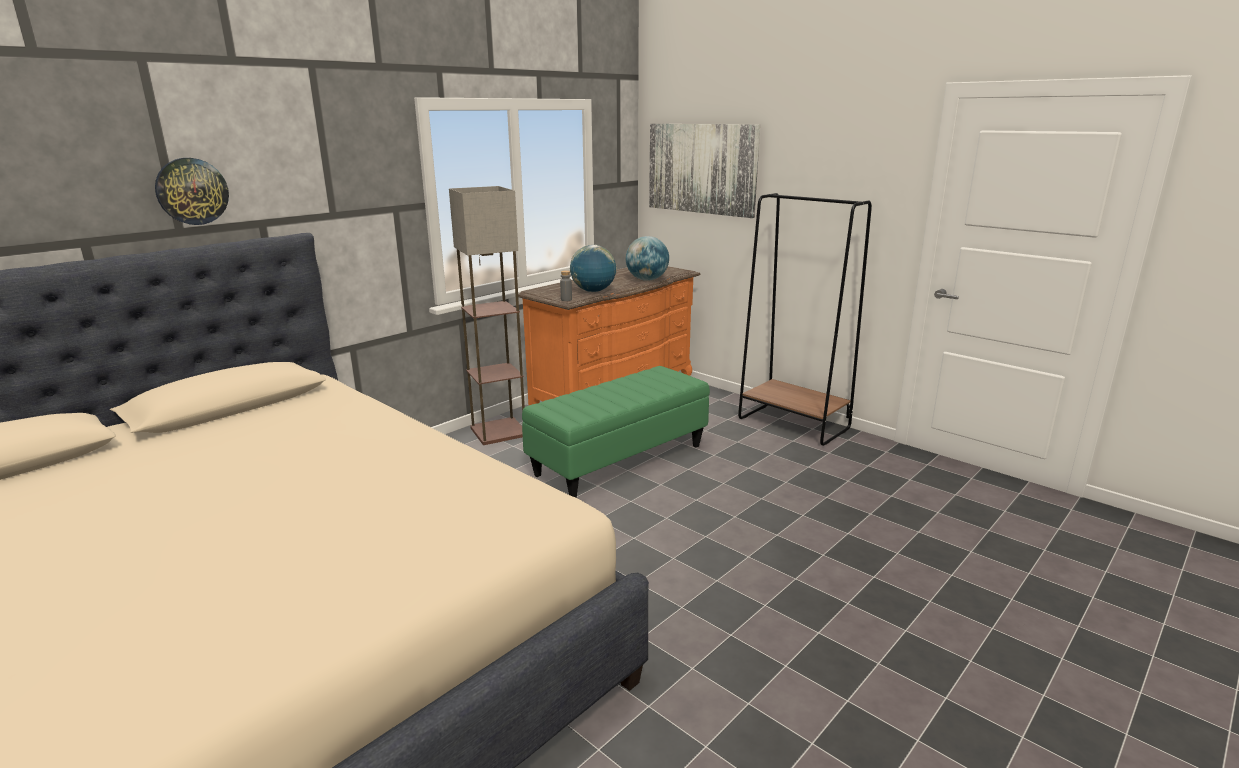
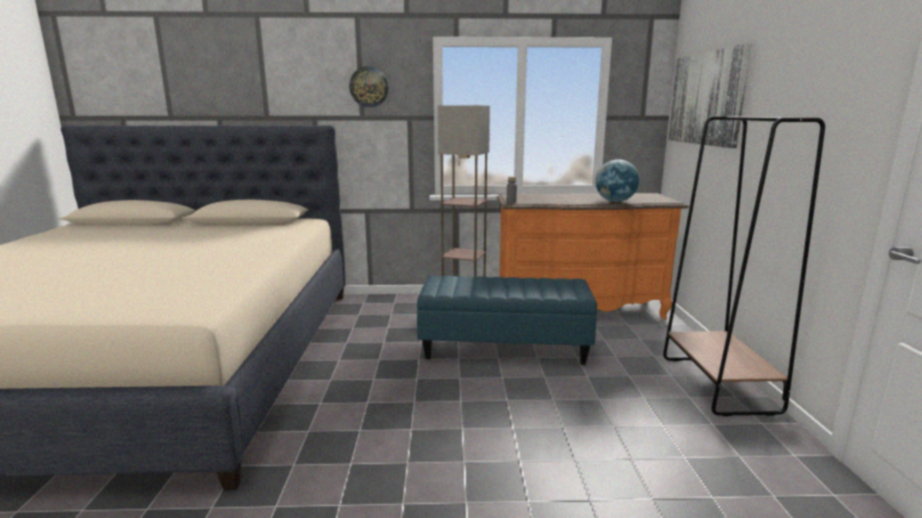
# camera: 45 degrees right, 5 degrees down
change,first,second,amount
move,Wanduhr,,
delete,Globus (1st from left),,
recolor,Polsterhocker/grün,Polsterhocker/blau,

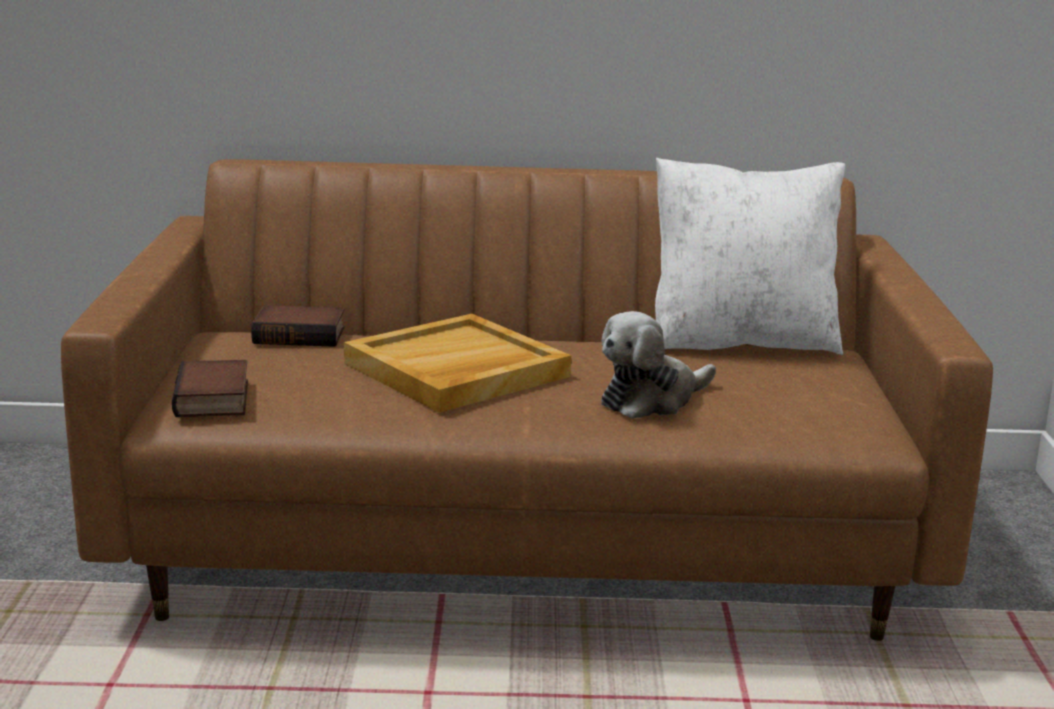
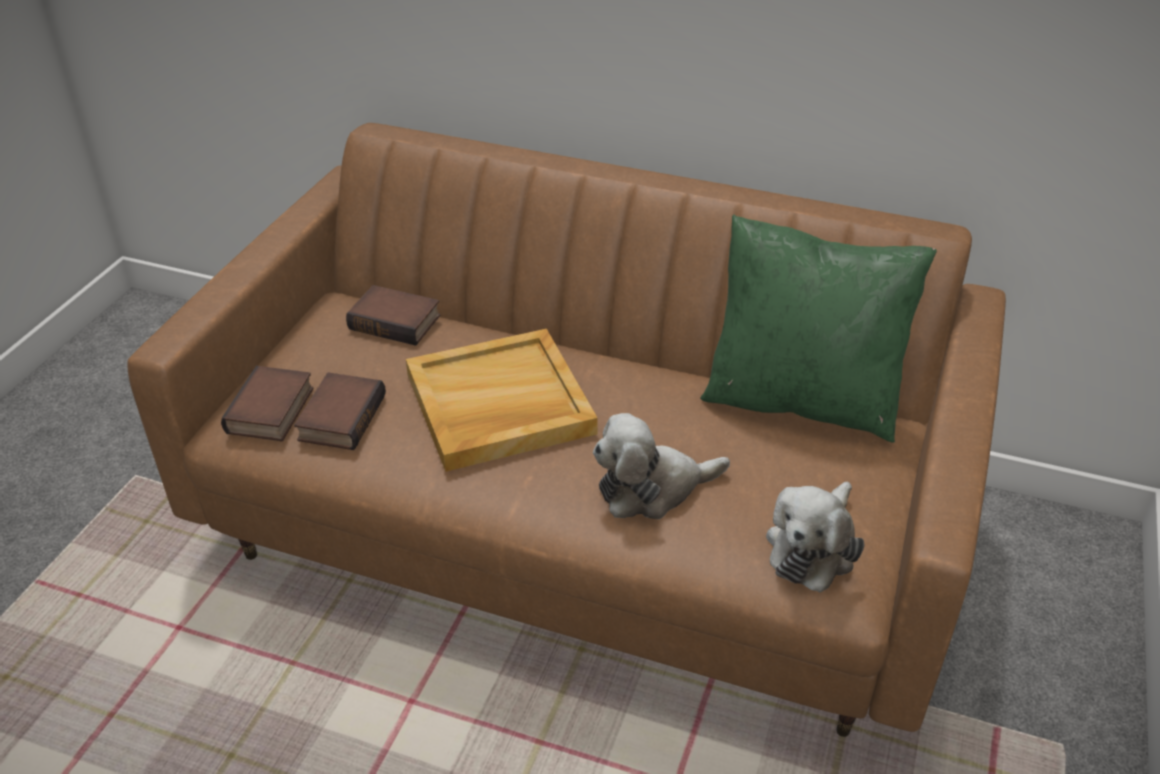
# camera: 20 degrees right, 20 degrees up
change,first,second,amount
recolor,Kissen/weiß,Kissen/grün,
insert,,Buch (2nd from left),
insert,,Plüschtier (2nd from left),

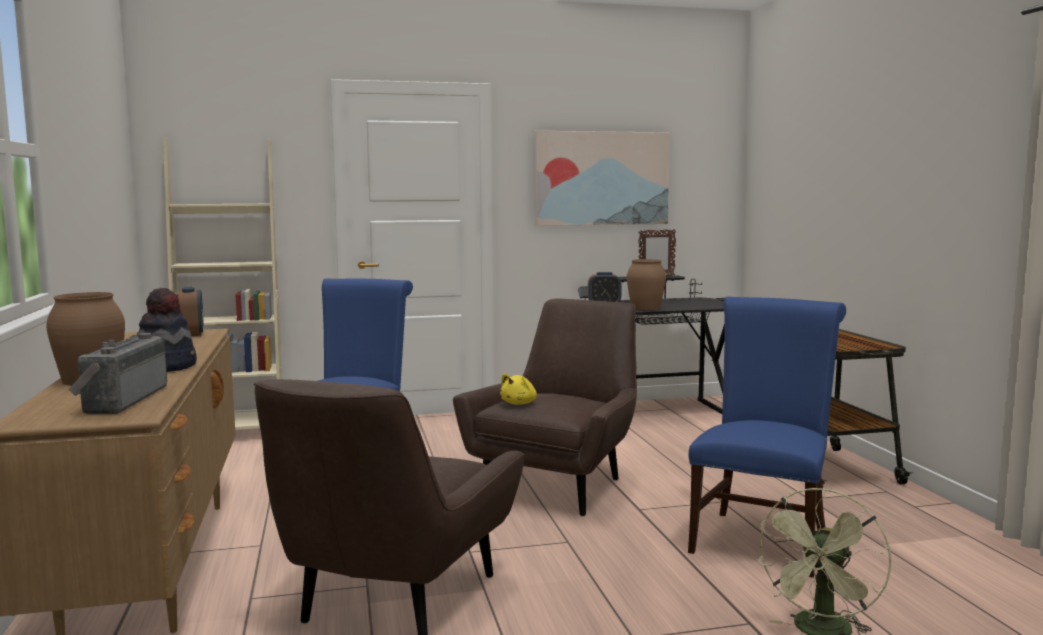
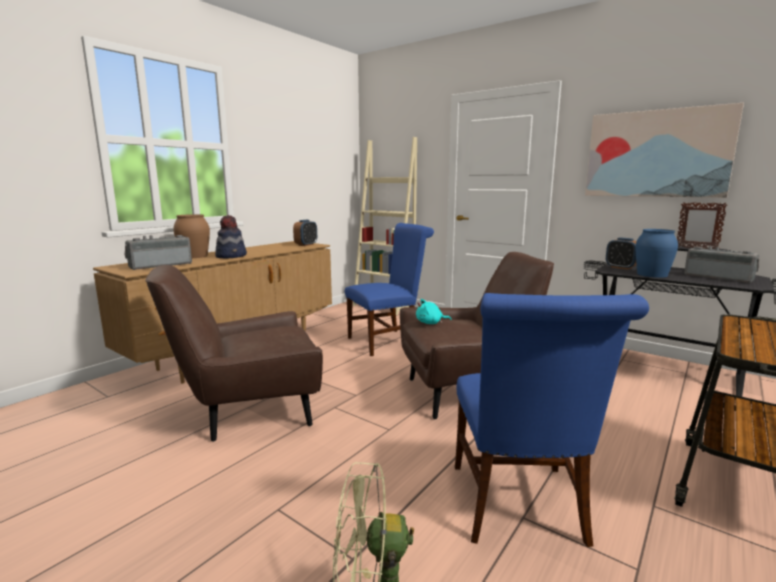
# camera: 50 degrees right, 5 degrees up
change,first,second,amount
recolor,Vase/braun (2nd from left),Vase/blau,
rotate,Stuhl/blau (2nd from left),,105 degrees clockwise
recolor,Plüschtier/gelb,Plüschtier/türkis,
insert,,Radio (2nd from left),

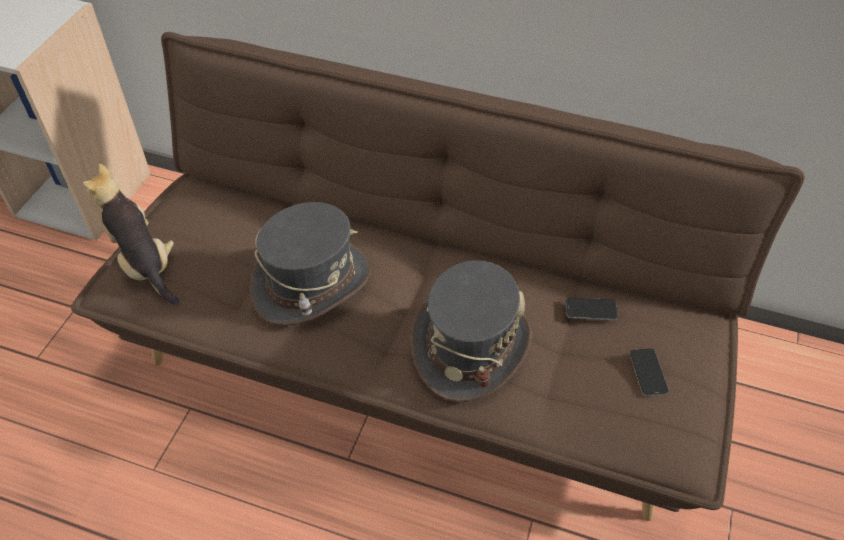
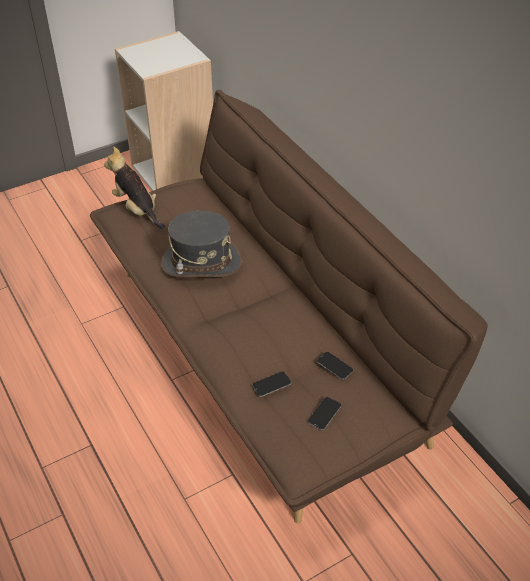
# camera: 40 degrees right, 5 degrees down
change,first,second,amount
rotate,Plüschtier,,45 degrees counterclockwise
delete,Hut/grau (2nd from left),,
insert,,Handy (1st from left),

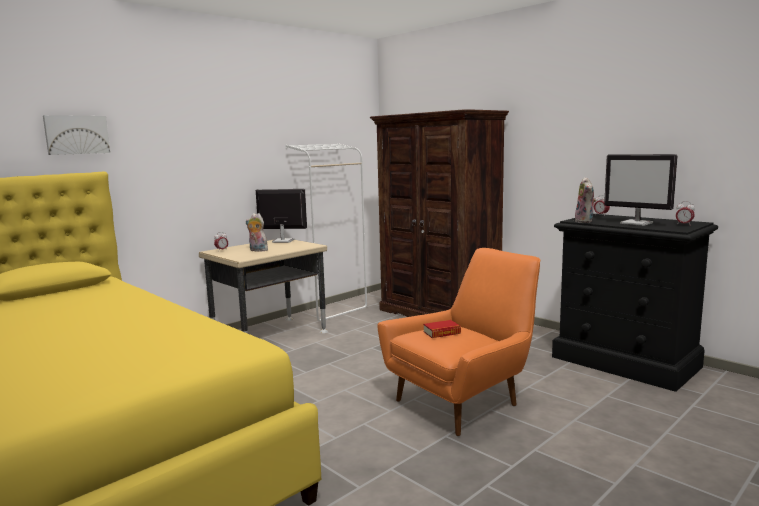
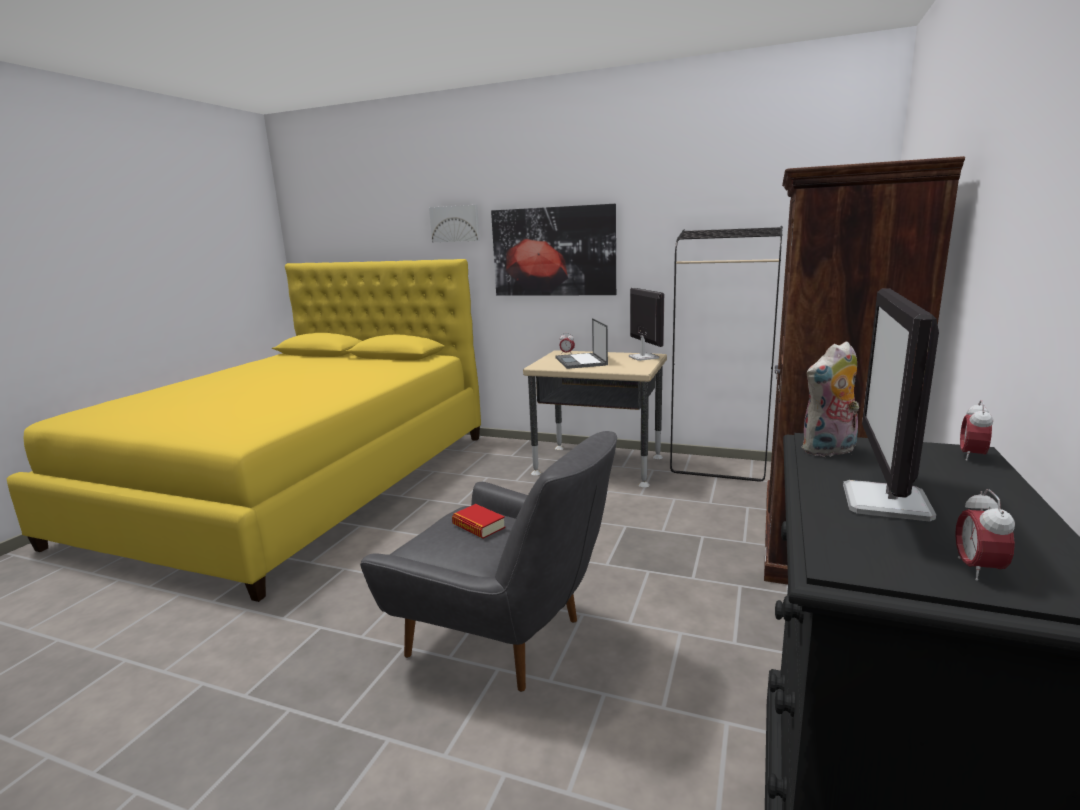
# camera: 65 degrees right, 5 degrees up
change,first,second,amount
recolor,Kleiderständer/weiß,Kleiderständer/schwarz,
replace,Plüschtier (1st from left),Laptop,
recolor,Sessel/orange,Sessel/grau,
insert,,Bild (2nd from left),

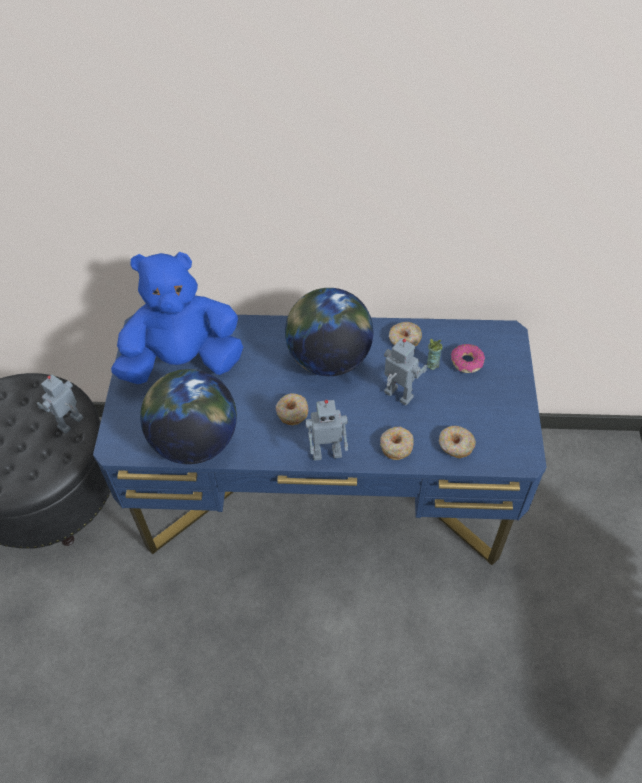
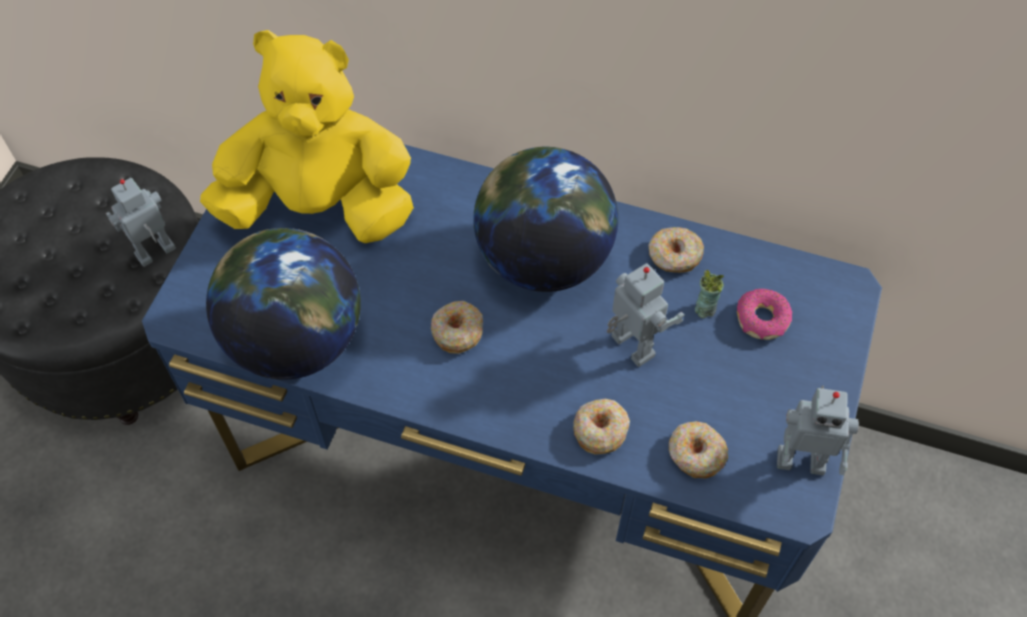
# camera: 15 degrees right, 5 degrees up
change,first,second,amount
recolor,Plüschtier/blau,Plüschtier/gelb,
move,Spielzeugroboter (2nd from left in the first image),Spielzeugroboter (3rd from left),

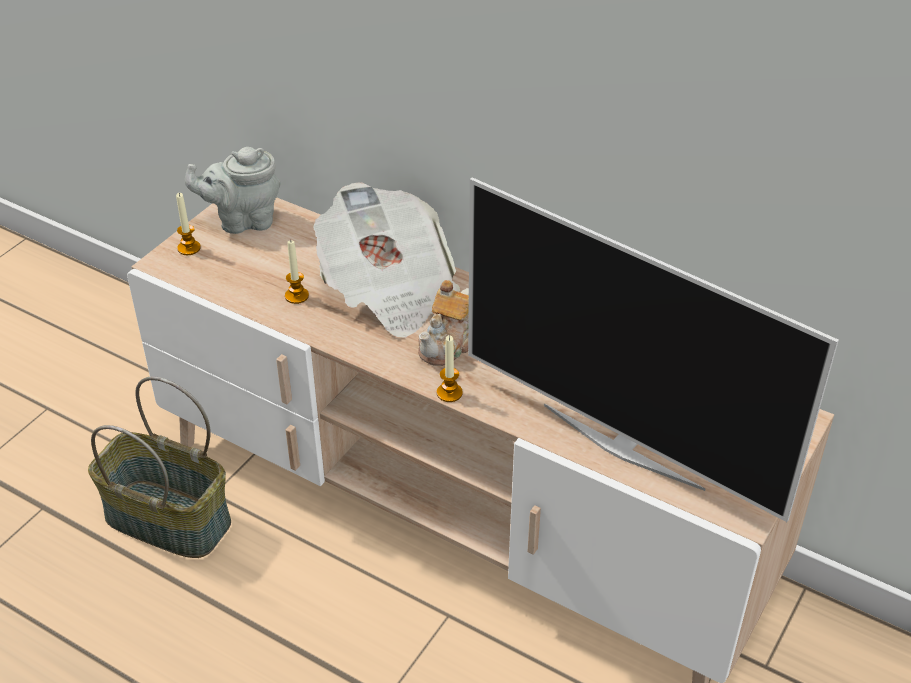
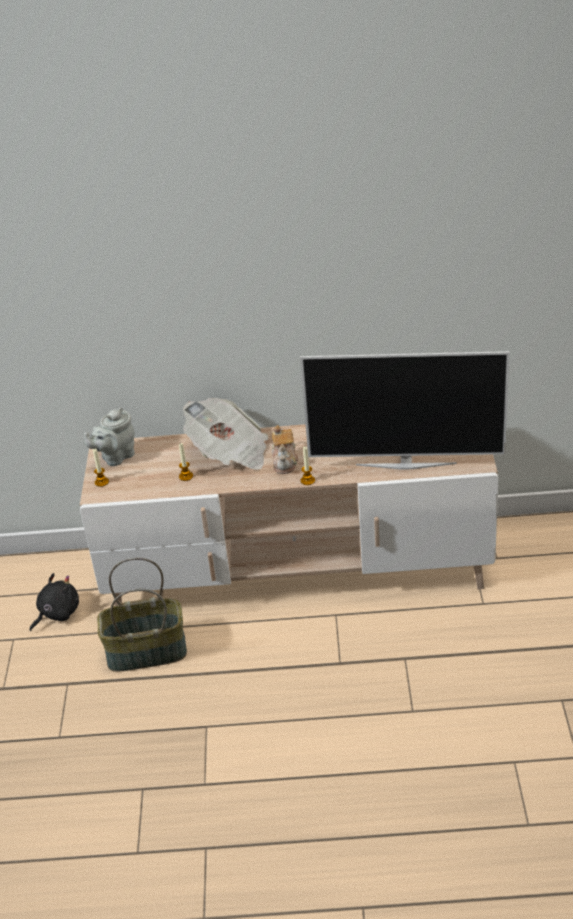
# camera: 30 degrees left, 5 degrees down
change,first,second,amount
insert,,Plüschtier/schwarz,

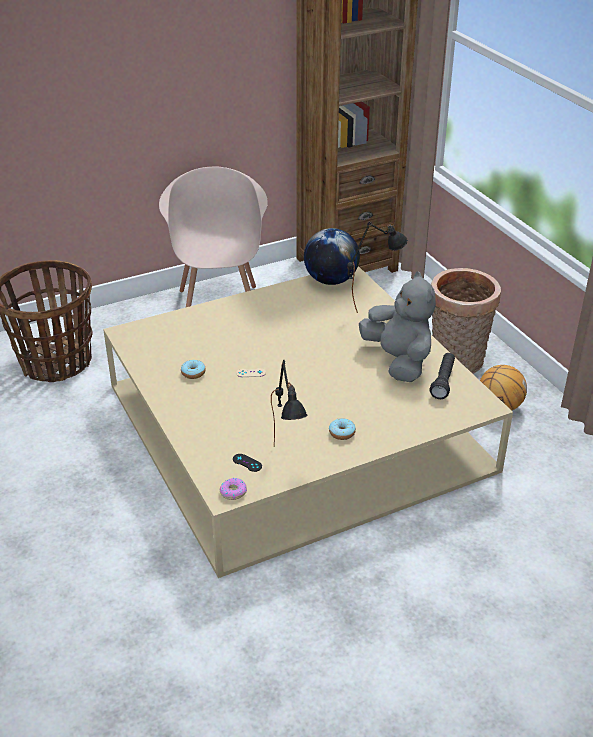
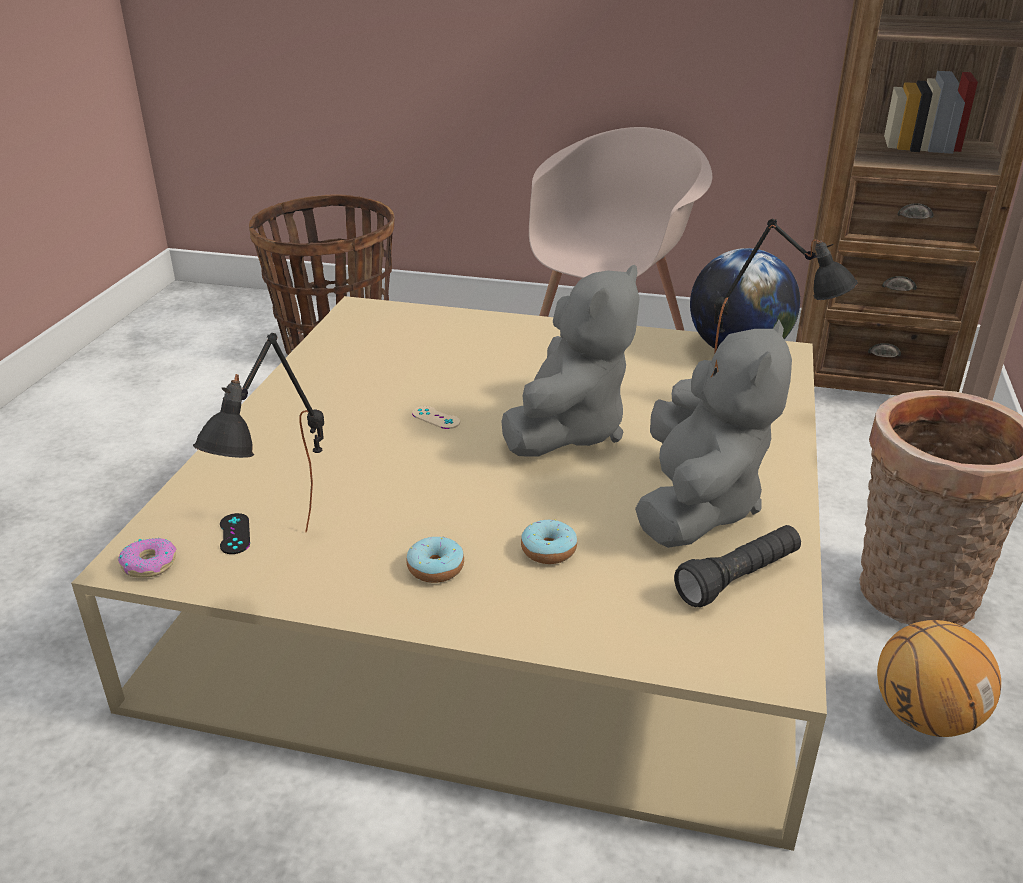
# camera: 40 degrees right, 5 degrees down
change,first,second,amount
move,Donut (1st from left in the first image),Donut (3rd from left),
insert,,Plüschtier/grau (1st from left),

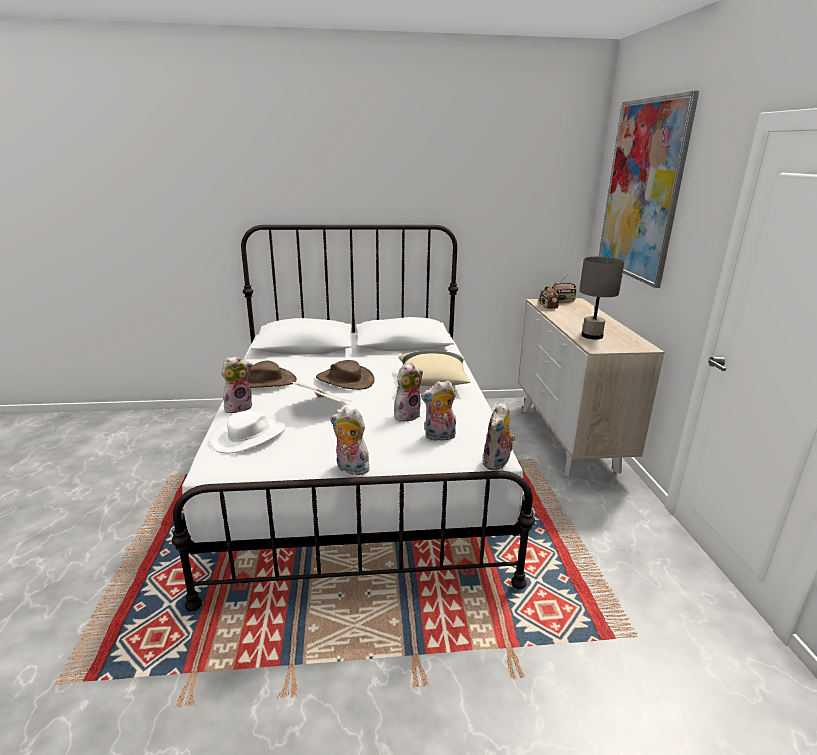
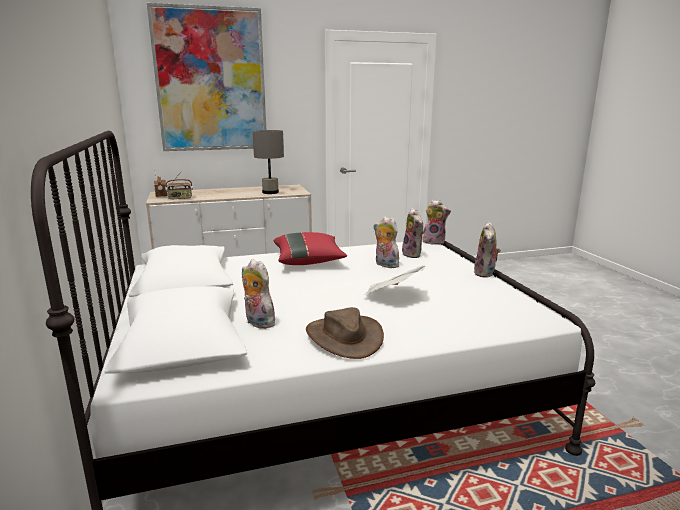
# camera: 100 degrees left, 5 degrees down
change,first,second,amount
recolor,Kissen/beige,Kissen/rot,
move,Plüschtier (1st from left),,
delete,Hut/braun (2nd from left),,
delete,Hut/weiß,,

